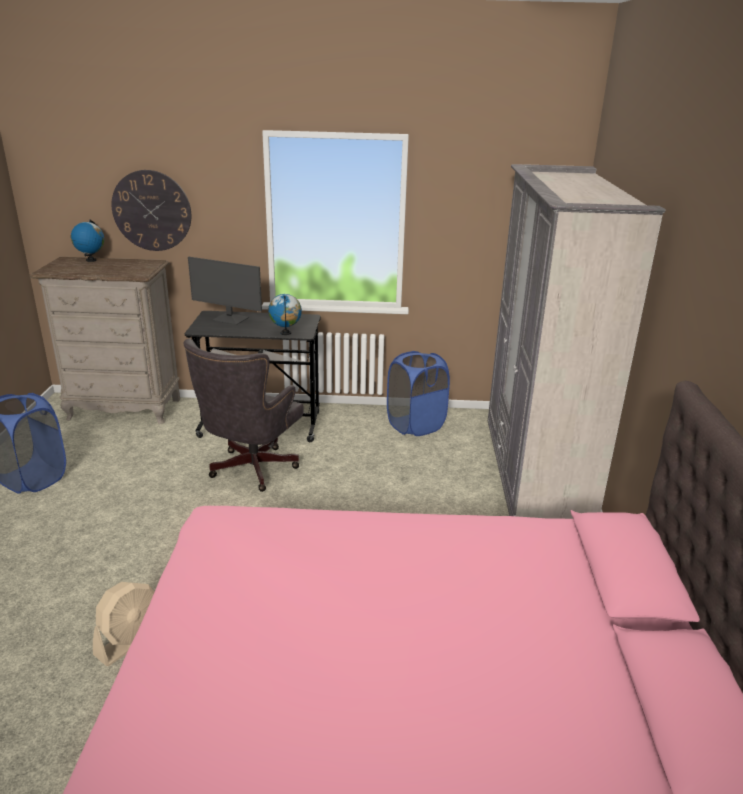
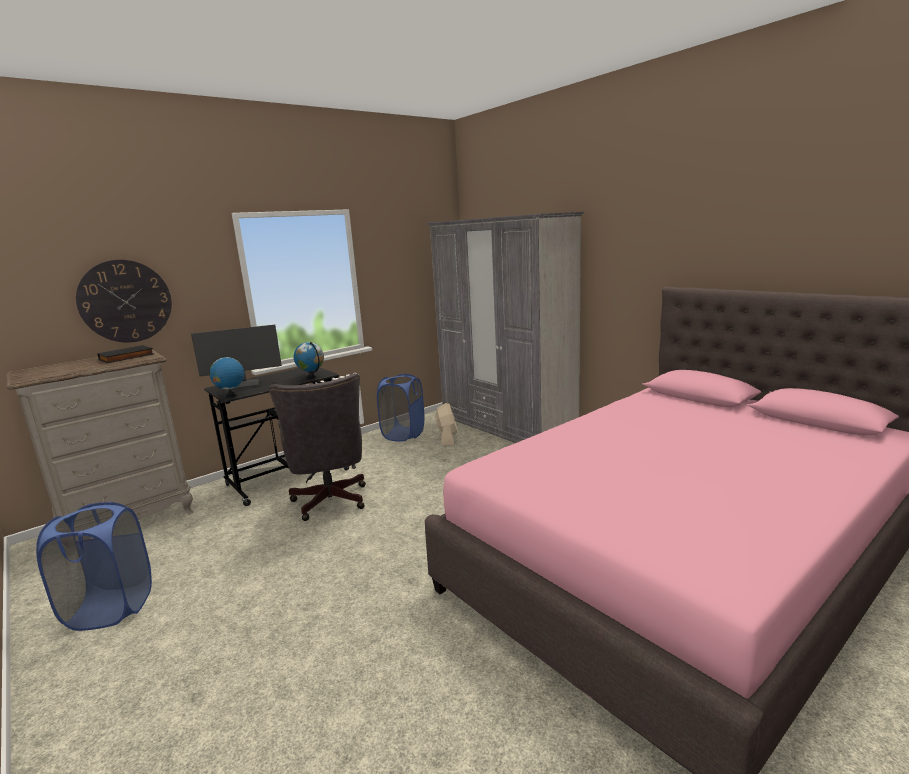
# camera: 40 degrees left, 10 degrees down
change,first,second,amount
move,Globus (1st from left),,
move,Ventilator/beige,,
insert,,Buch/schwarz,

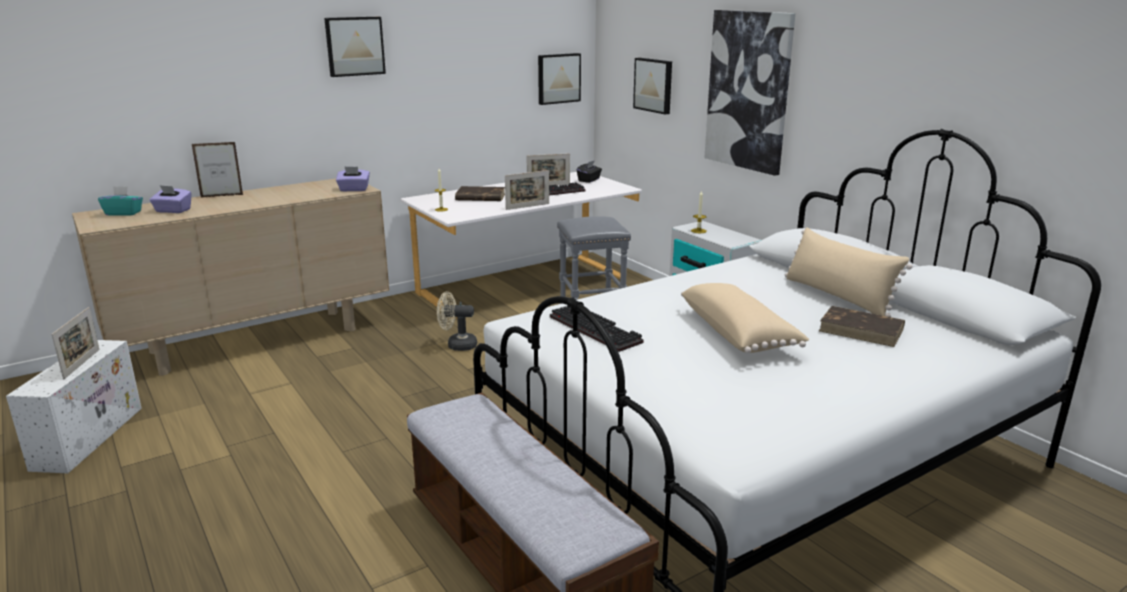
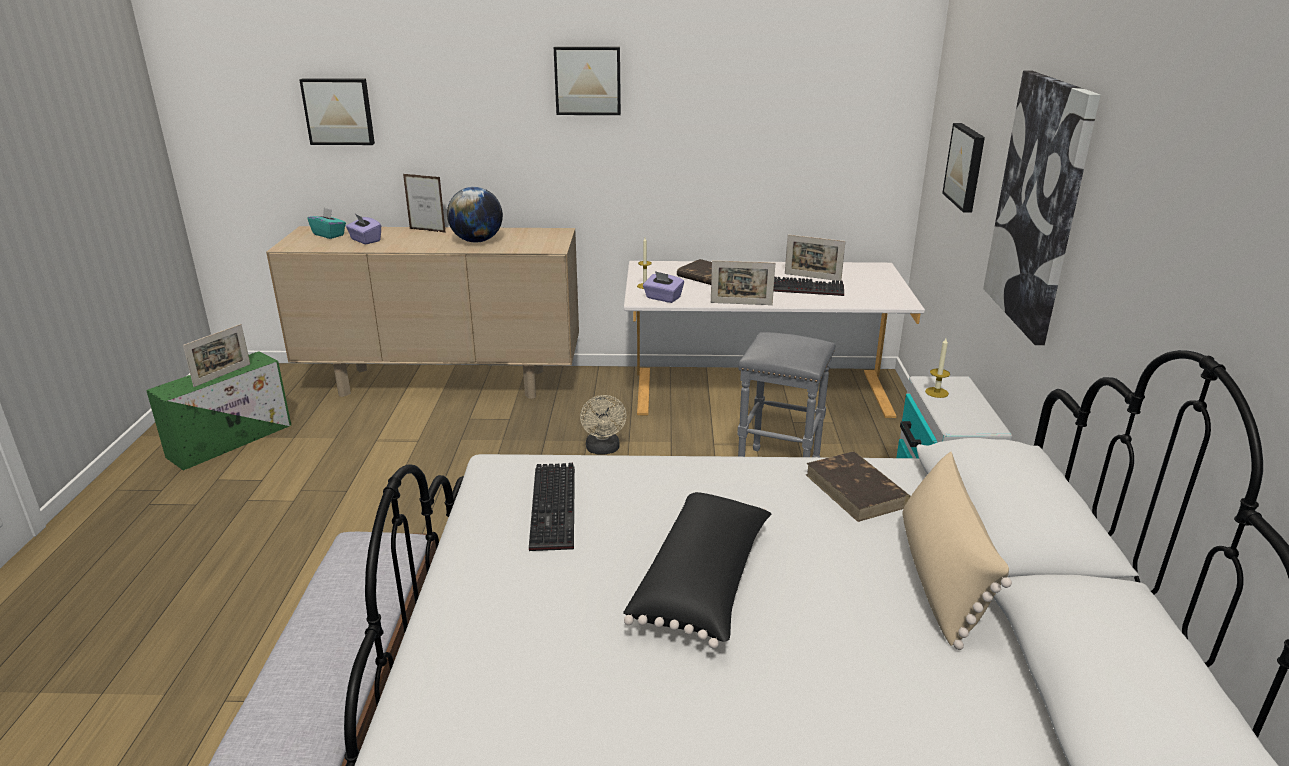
# camera: 35 degrees right, 5 degrees up
change,first,second,amount
move,Bild (2nd from left in the first image),Bild (1st from left),
delete,Taschentuchbox/schwarz,,
move,Taschentuchbox/lila (2nd from left),,
recolor,Kissen/beige (1st from left),Kissen/schwarz,
rotate,Ventilator/beige,,135 degrees counterclockwise
move,Buch/braun (2nd from left),,
recolor,Aufbewahrungsbox/weiß,Aufbewahrungsbox/grün,
insert,,Globus,

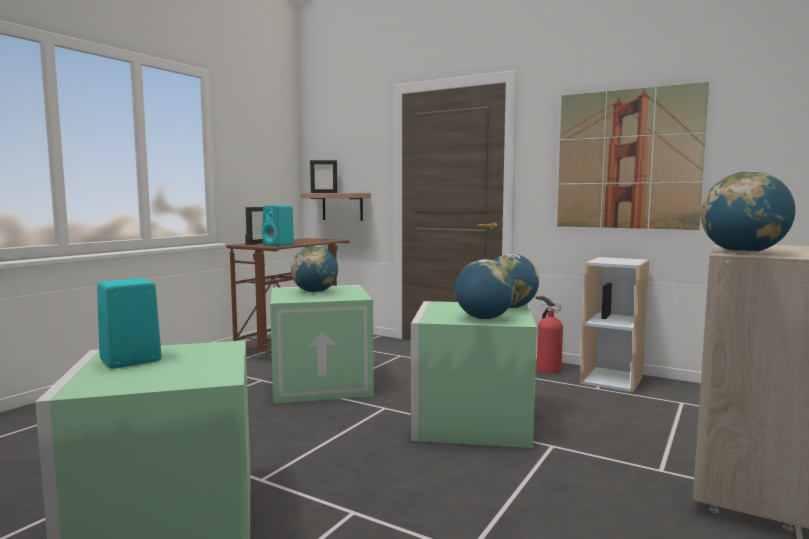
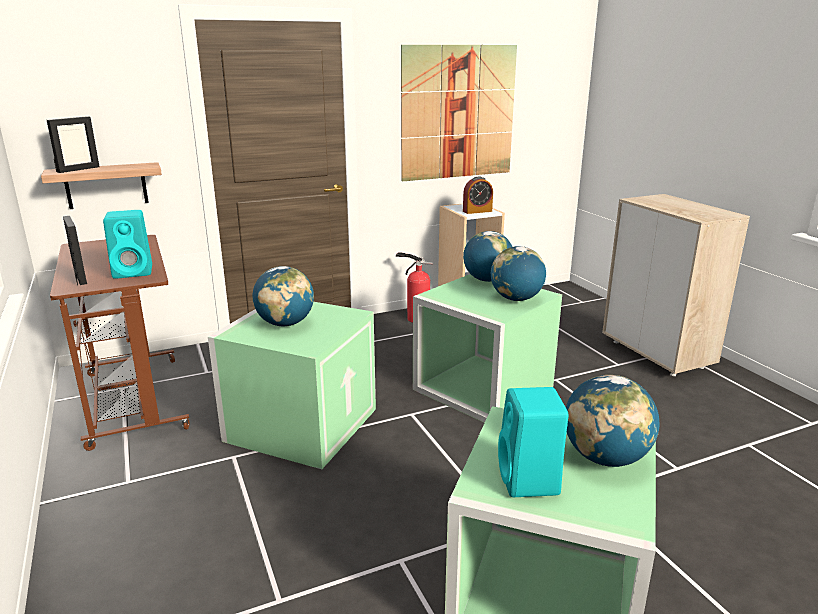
# camera: 55 degrees left, 15 degrees up
change,first,second,amount
move,Globus (4th from left),,
insert,,Wecker,

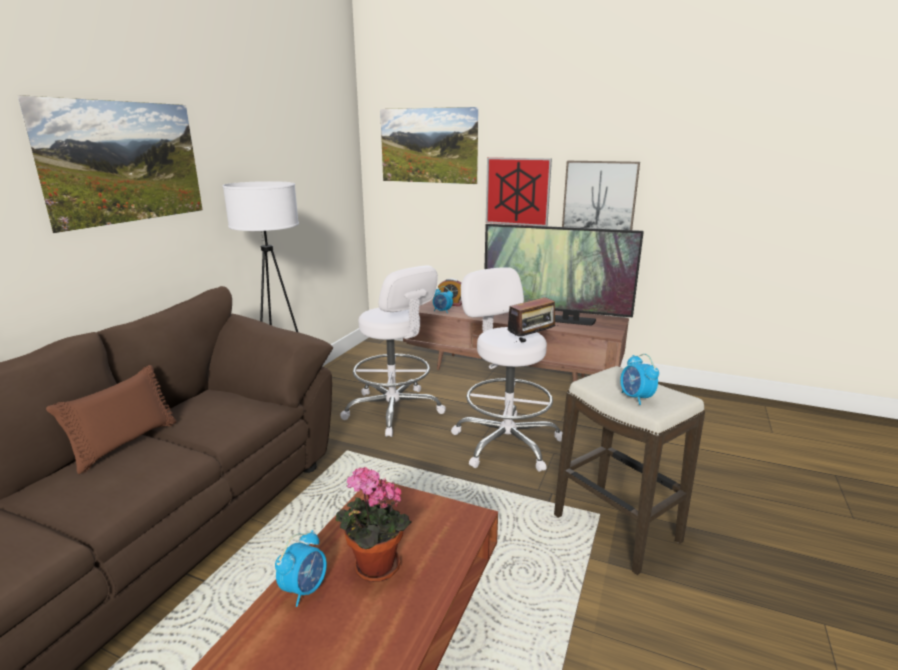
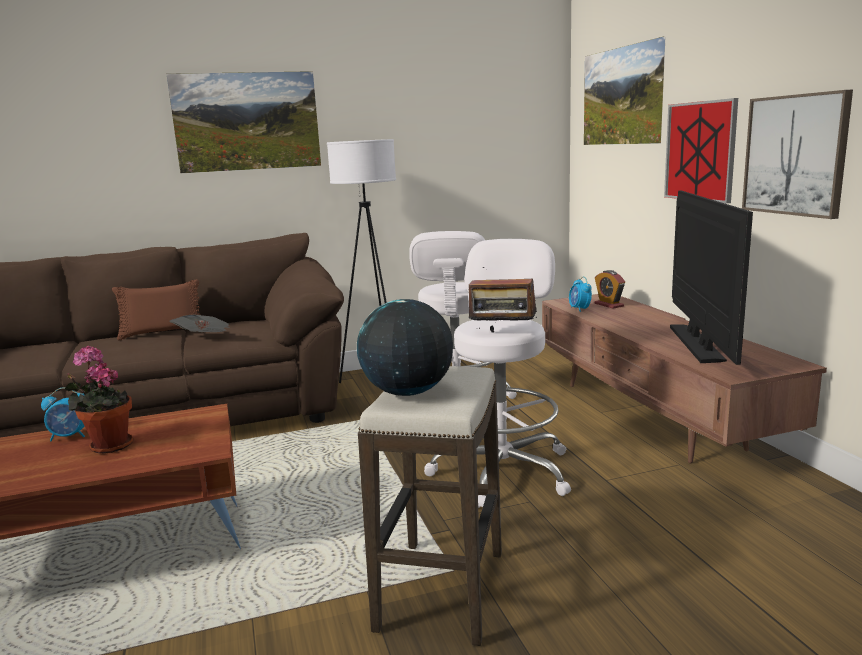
# camera: 50 degrees right, 5 degrees down
change,first,second,amount
rotate,Fernseher,,150 degrees counterclockwise
replace,Wecker (4th from left),Globus,
insert,,Zeitung,

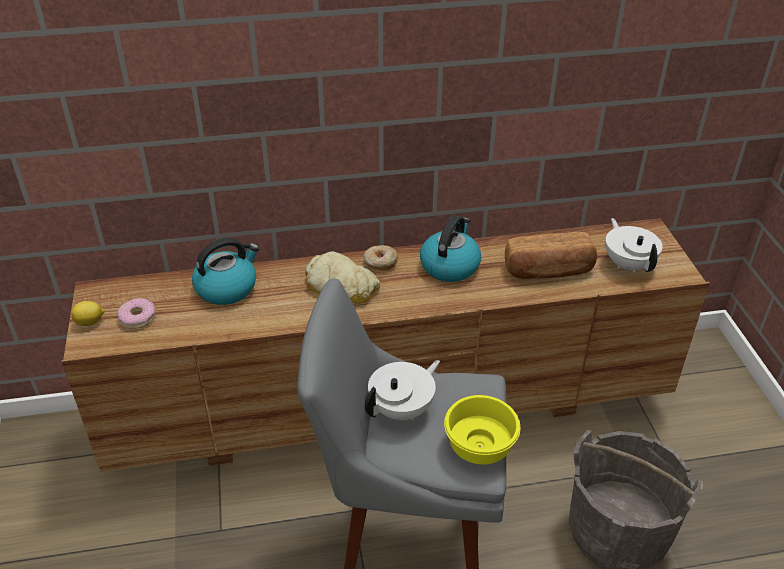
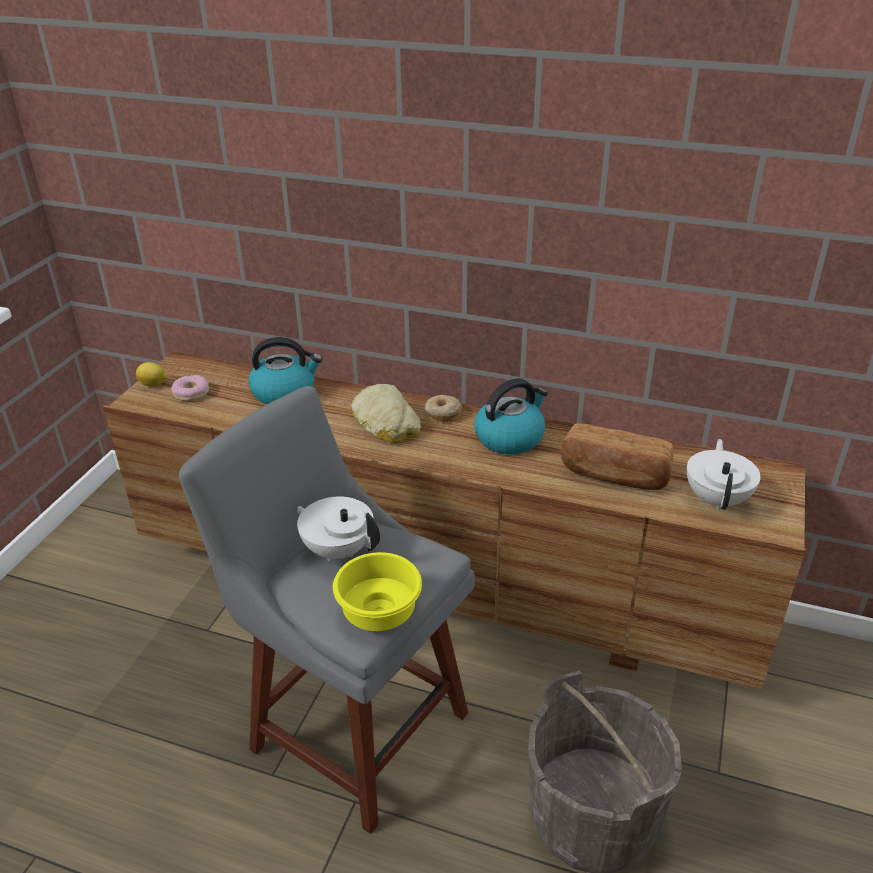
# camera: 30 degrees right, 5 degrees down
change,first,second,amount
rotate,Teekanne/weiß (1st from left),,135 degrees counterclockwise

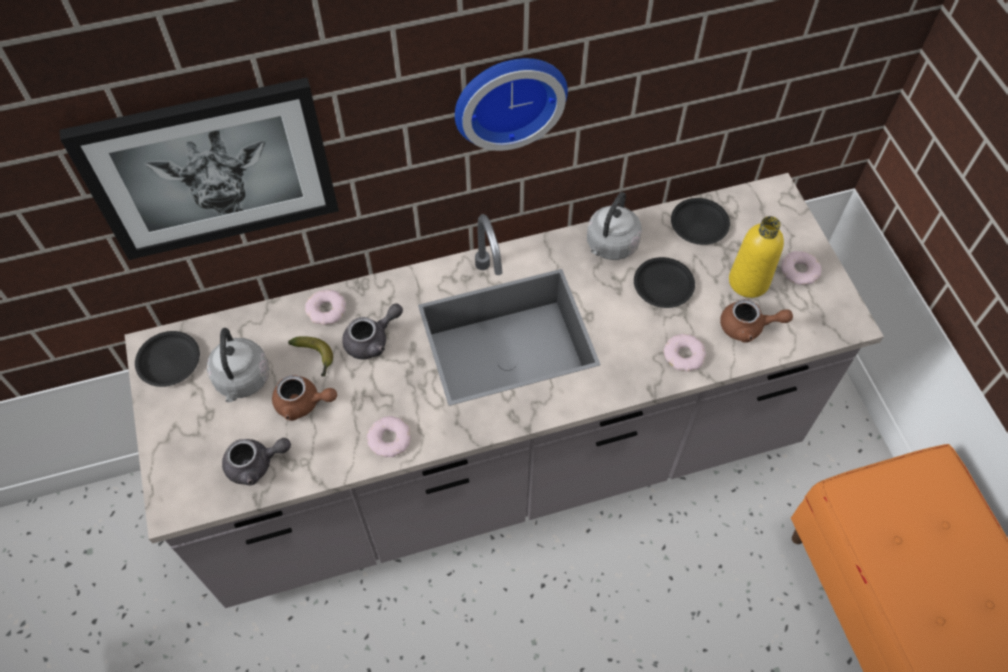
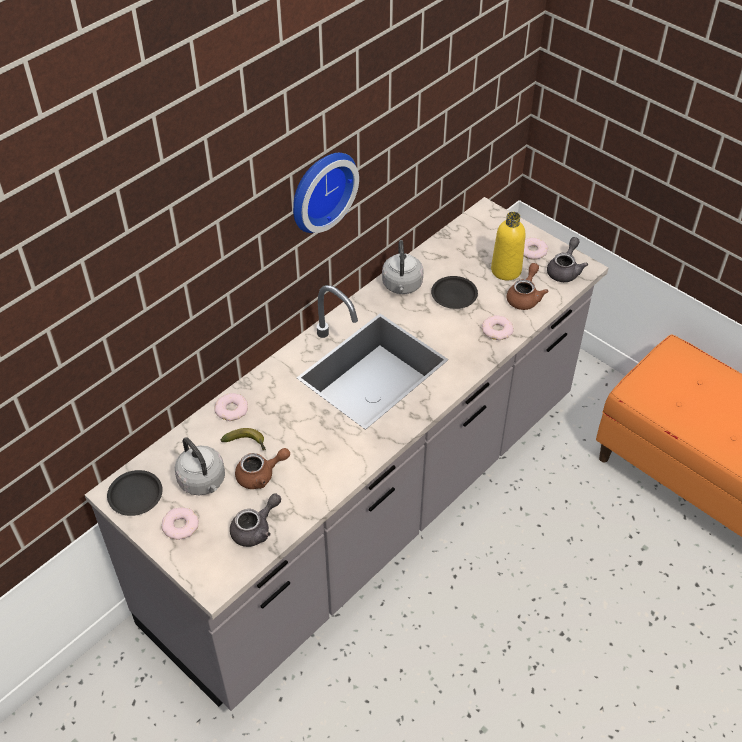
# camera: 30 degrees left, 10 degrees down
change,first,second,amount
delete,Bild,,
delete,Teller/schwarz (3rd from left),,
rotate,Teekanne/braun (2nd from left),,45 degrees counterclockwise
move,Teekanne/grau (2nd from left),,
move,Donut (2nd from left in the first image),Donut (1st from left),

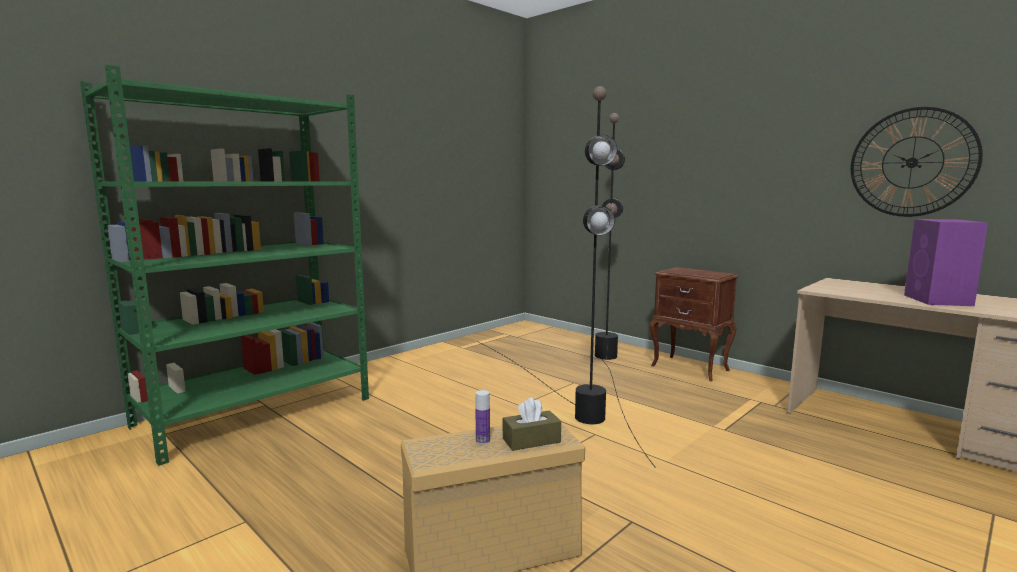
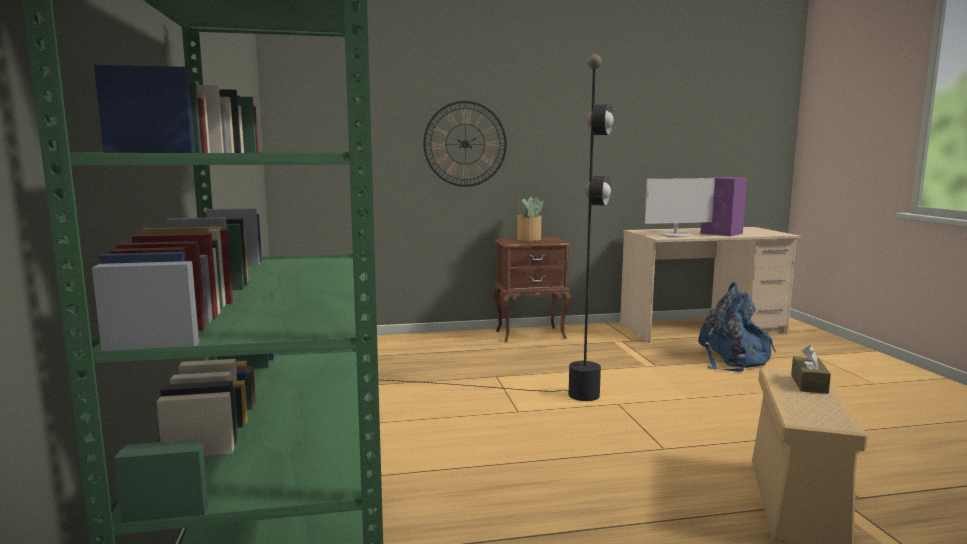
# camera: 55 degrees left, 0 degrees up
change,first,second,amount
move,Wanduhr,,
delete,Stehlampe/schwarz (2nd from left),,
delete,Flasche,,
insert,,Monitor,
insert,,Topfpflanze,
insert,,Rucksack/blau,

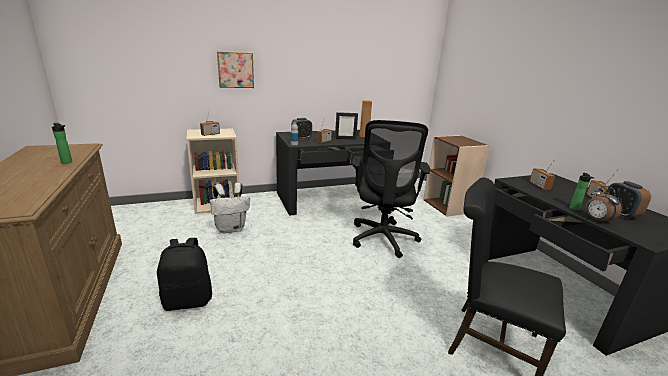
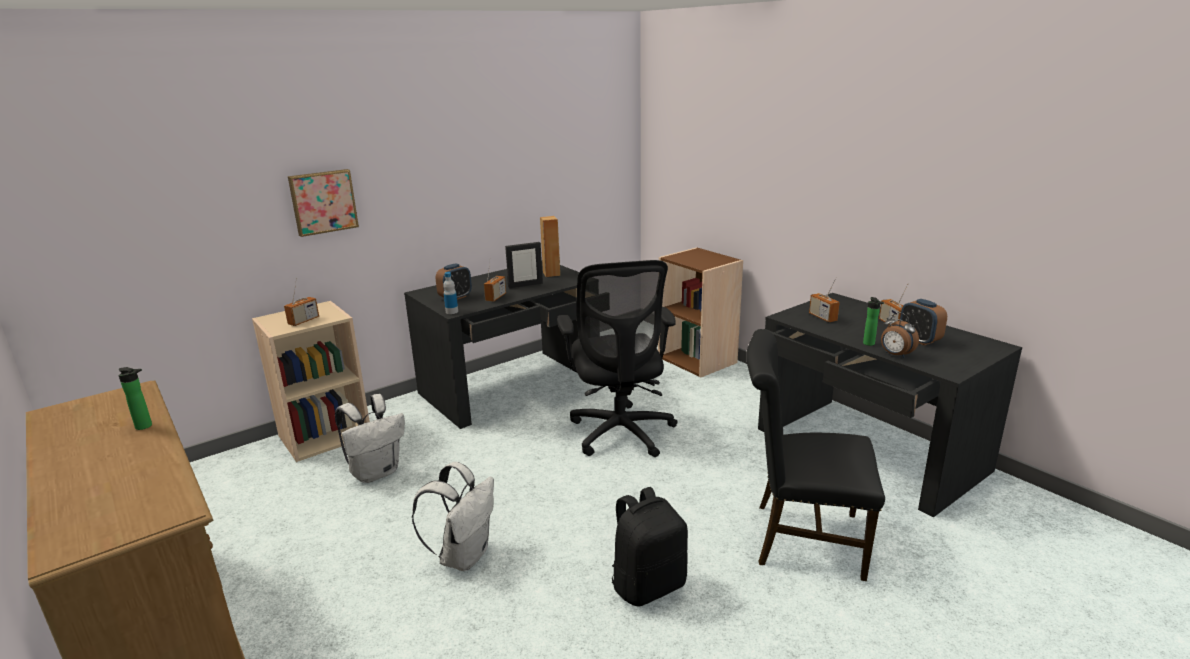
# camera: 15 degrees left, 0 degrees up
change,first,second,amount
move,Rucksack/schwarz,,
insert,,Rucksack/weiß (2nd from left),

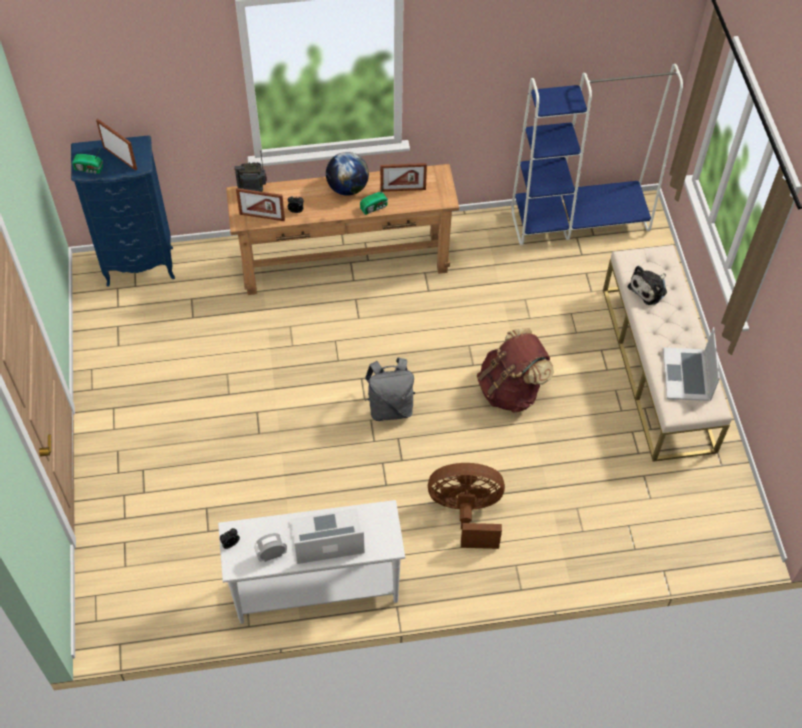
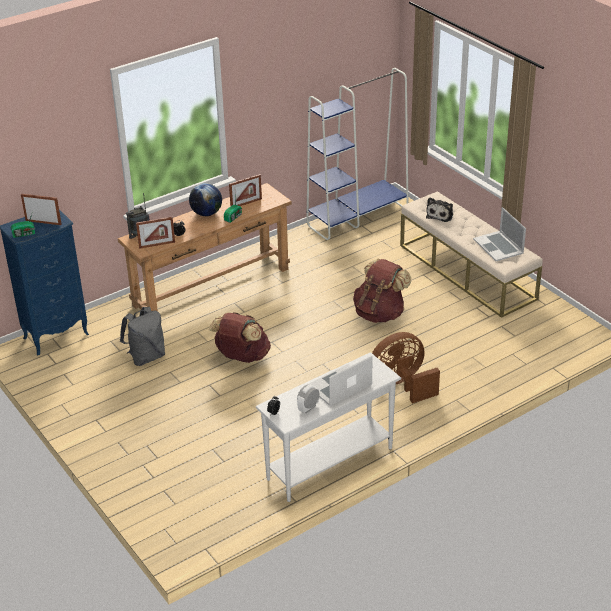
# camera: 25 degrees left, 20 degrees down
change,first,second,amount
move,Rucksack/grau,,
insert,,Rucksack/braun (1st from left),

